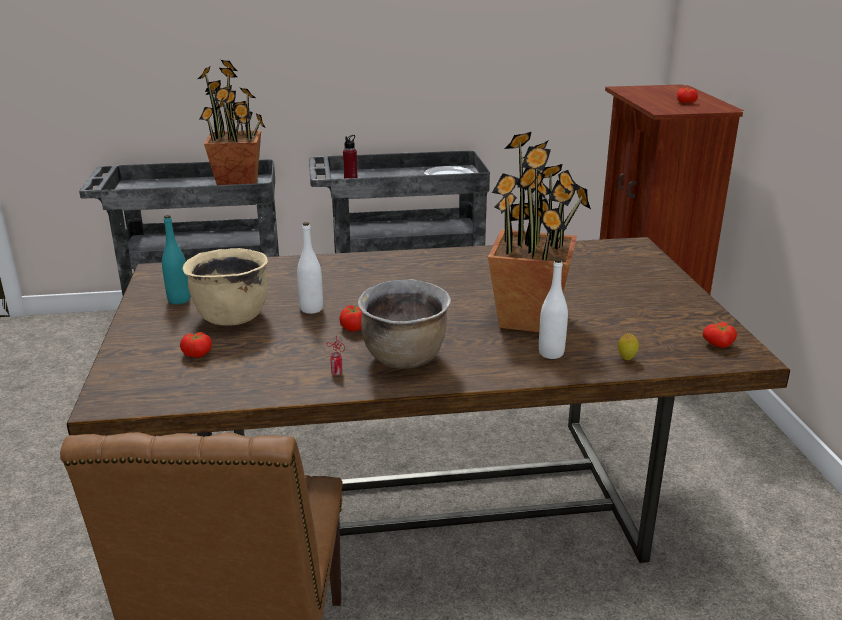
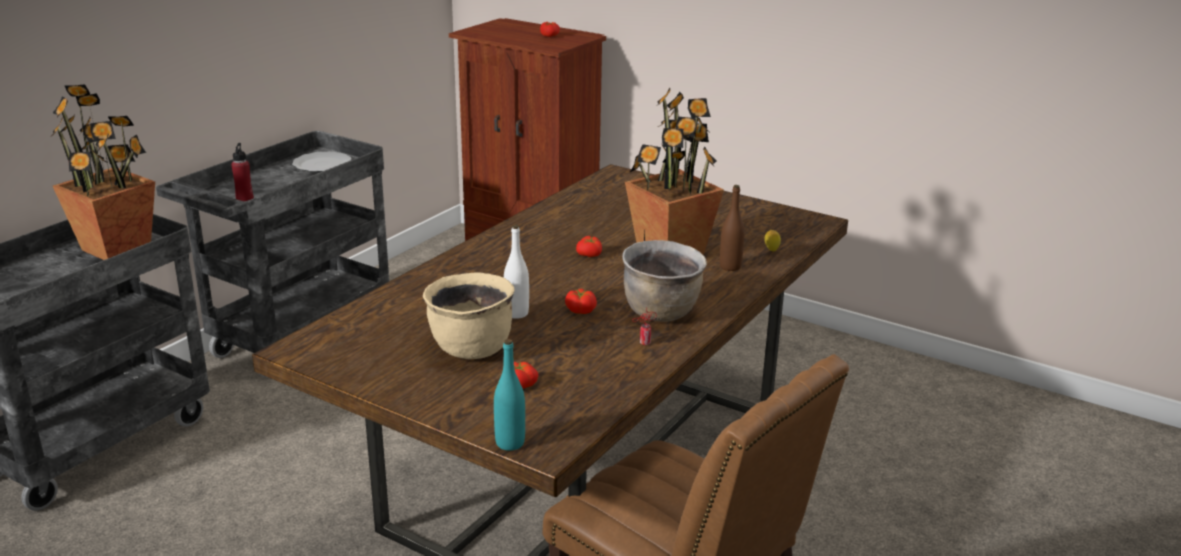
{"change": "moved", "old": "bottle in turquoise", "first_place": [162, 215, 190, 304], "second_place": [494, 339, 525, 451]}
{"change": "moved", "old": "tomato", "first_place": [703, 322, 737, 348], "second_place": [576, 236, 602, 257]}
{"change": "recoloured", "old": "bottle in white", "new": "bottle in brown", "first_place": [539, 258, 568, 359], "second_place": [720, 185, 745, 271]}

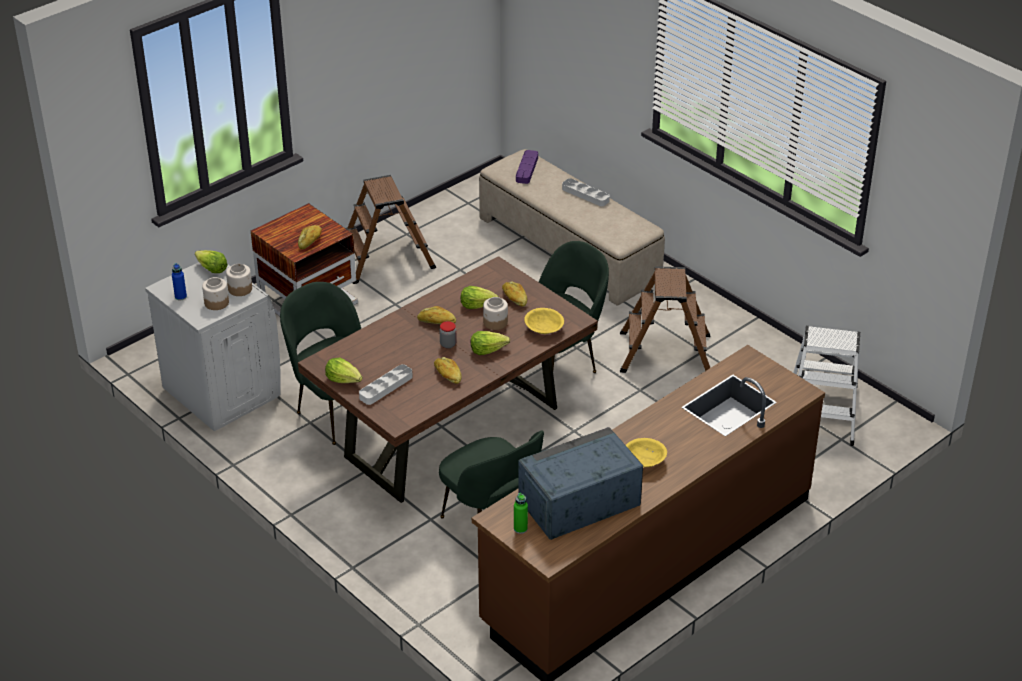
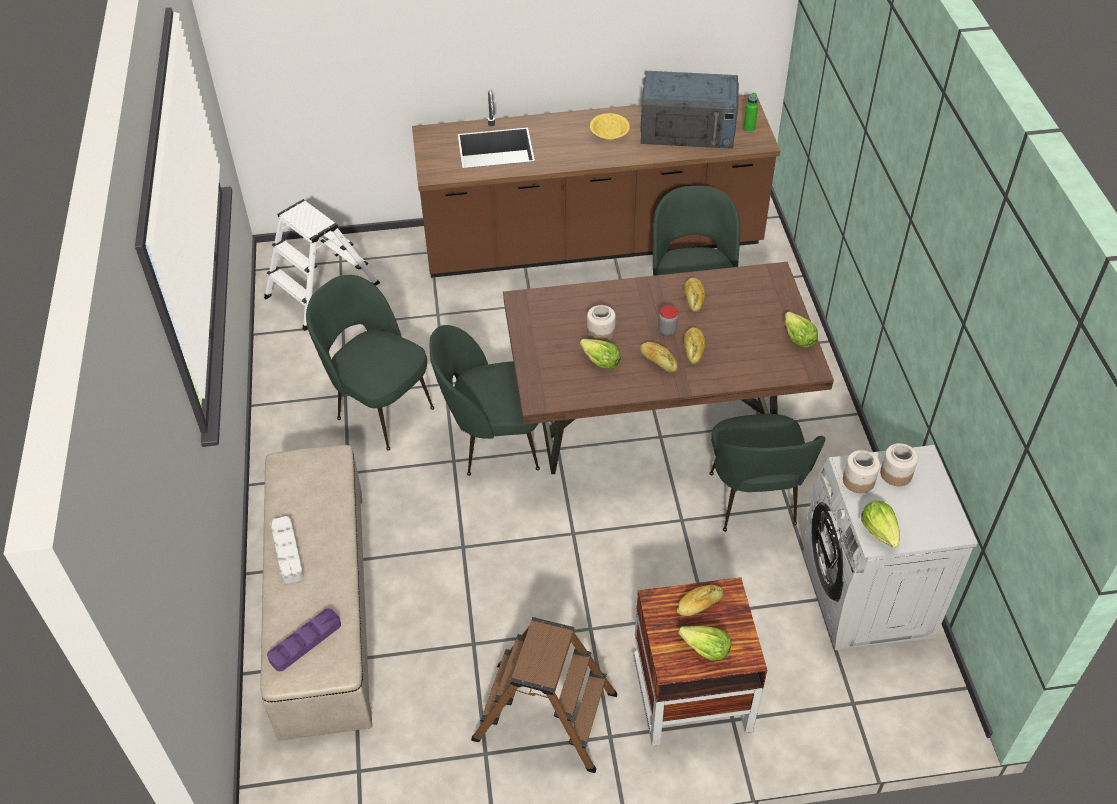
{"change": "replaced", "old": "step ladder in brown", "new": "chair in green", "first_place": [620, 266, 711, 373], "second_place": [306, 275, 434, 451]}
{"change": "moved", "old": "lettuce", "first_place": [471, 331, 510, 355], "second_place": [678, 626, 731, 661]}
{"change": "moved", "old": "bread", "first_place": [502, 281, 527, 307], "second_place": [684, 327, 705, 364]}
{"change": "removed", "old": "bottle in blue", "first_place": [172, 263, 187, 300]}
{"change": "removed", "old": "tray in grey", "first_place": [359, 364, 413, 405]}
{"change": "removed", "old": "bowl in yellow", "first_place": [524, 308, 564, 334]}

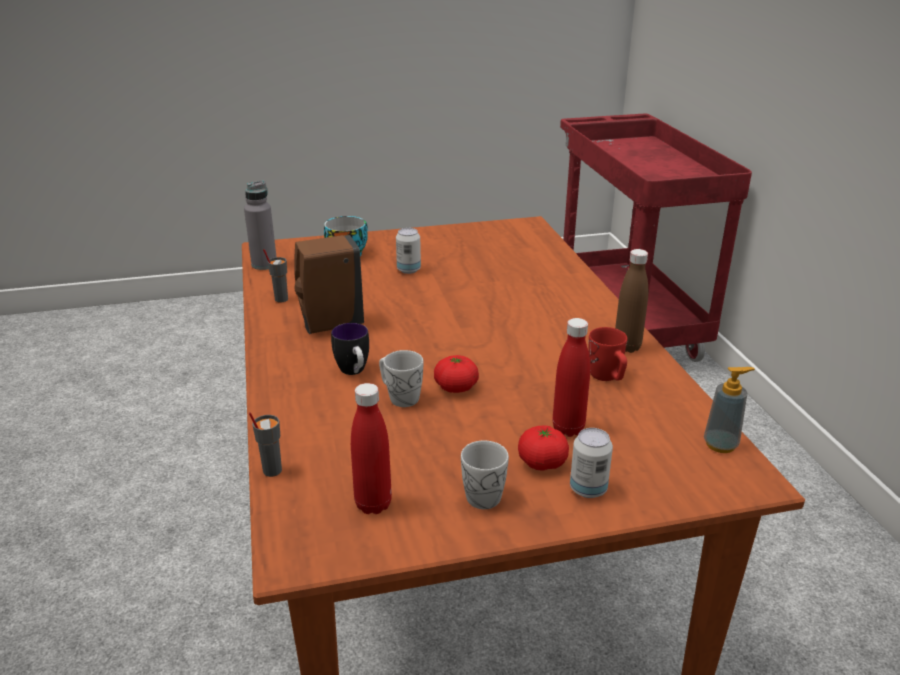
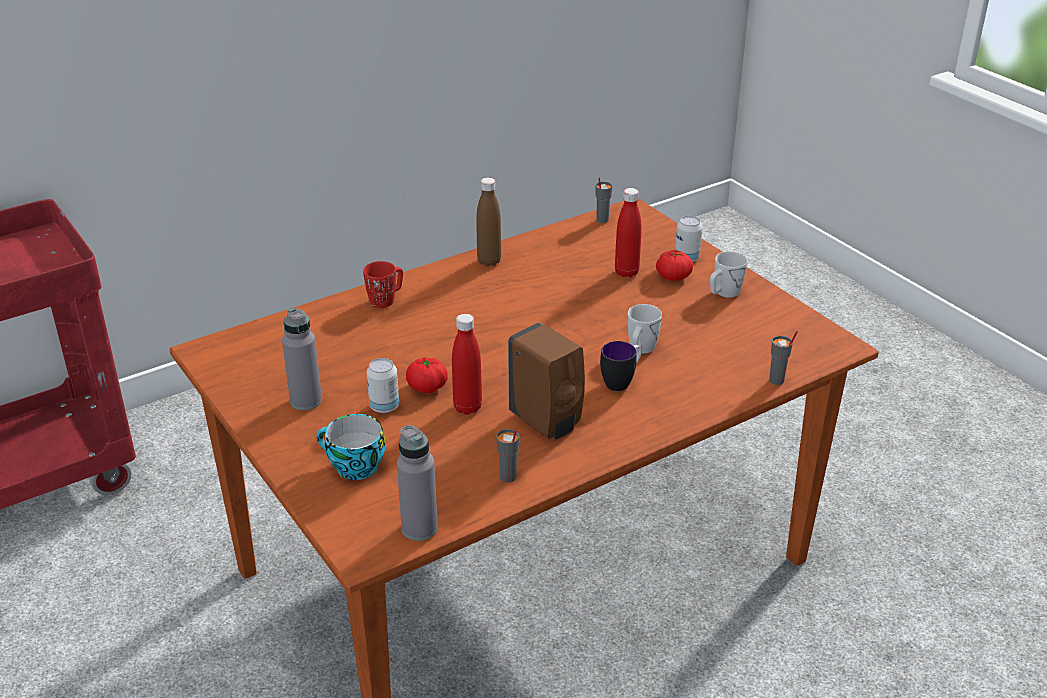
{"change": "added", "new": "bottle in grey", "second_place": [282, 308, 322, 410]}
{"change": "moved", "old": "mug in red", "first_place": [588, 327, 627, 381], "second_place": [363, 261, 403, 308]}
{"change": "moved", "old": "tomato", "first_place": [434, 355, 479, 393], "second_place": [406, 357, 448, 393]}
{"change": "moved", "old": "bottle in red", "first_place": [351, 383, 392, 514], "second_place": [452, 314, 482, 415]}
{"change": "replaced", "old": "soap dispenser", "new": "cup in grey", "first_place": [704, 367, 755, 453], "second_place": [596, 178, 612, 223]}

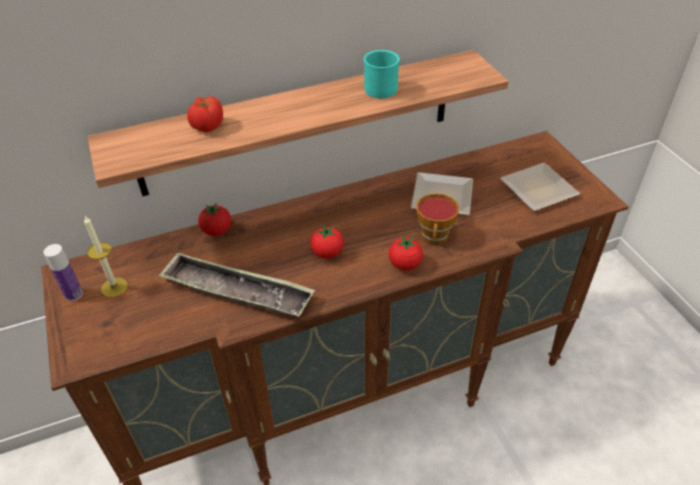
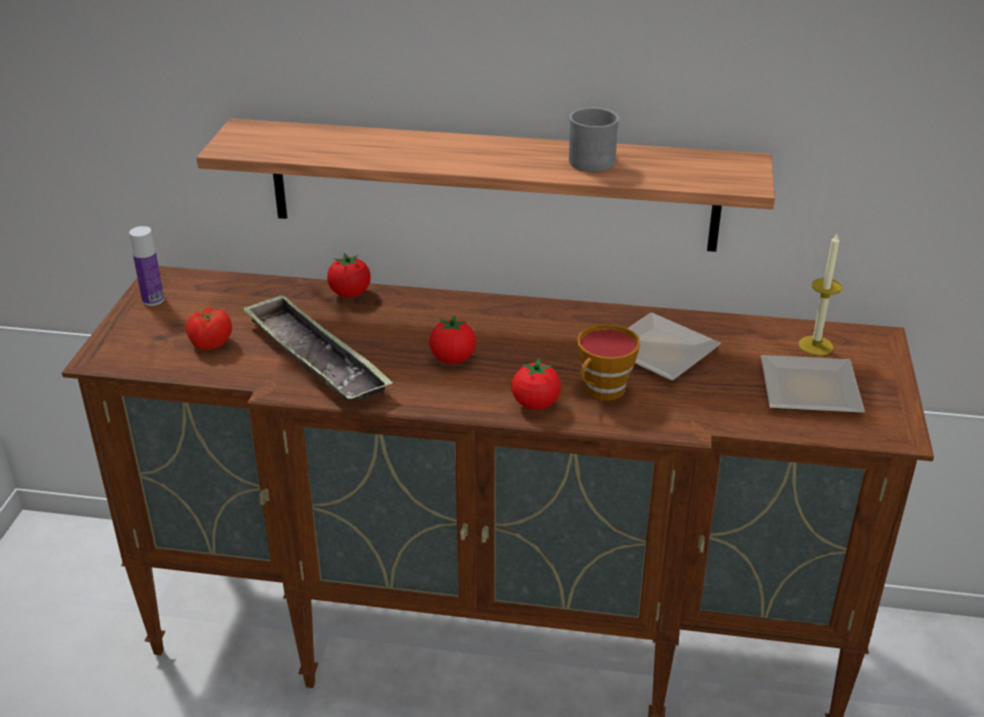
{"change": "moved", "old": "tomato", "first_place": [187, 96, 223, 132], "second_place": [186, 306, 232, 350]}
{"change": "recoloured", "old": "mug in turquoise", "new": "mug in grey", "first_place": [364, 50, 400, 98], "second_place": [569, 107, 619, 172]}
{"change": "moved", "old": "candle", "first_place": [84, 216, 128, 297], "second_place": [798, 234, 843, 356]}

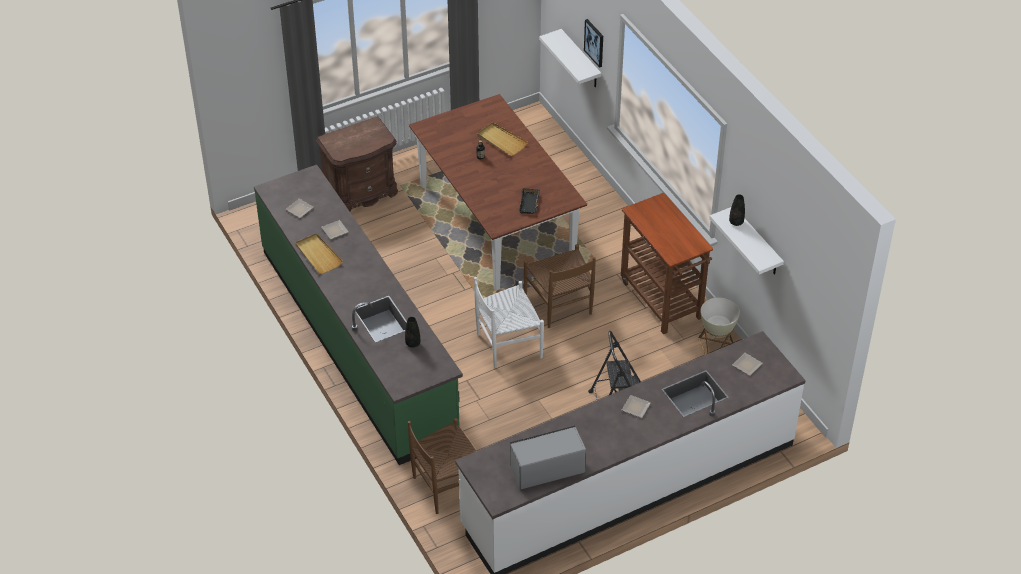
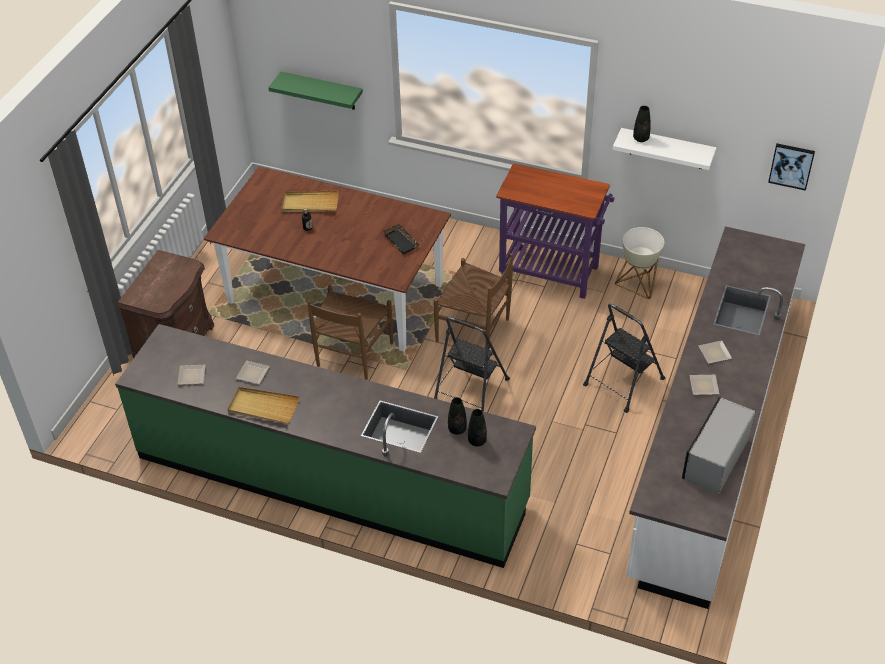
{"change": "recoloured", "old": "shelf in white", "new": "shelf in green", "first_place": [539, 29, 602, 87], "second_place": [268, 72, 363, 110]}
{"change": "moved", "old": "chair in brown", "first_place": [408, 418, 476, 514], "second_place": [307, 285, 393, 380]}
{"change": "replaced", "old": "chair in white", "new": "step ladder in black", "first_place": [474, 277, 544, 368], "second_place": [434, 317, 510, 412]}
{"change": "added", "new": "vase in black", "second_place": [468, 409, 487, 446]}
{"change": "recoloured", "old": "cart in brown", "new": "cart in purple", "first_place": [621, 193, 713, 334], "second_place": [496, 163, 614, 299]}
{"change": "moved", "old": "plate", "first_place": [733, 353, 763, 376], "second_place": [689, 375, 719, 395]}
{"change": "moved", "old": "picture", "first_place": [584, 19, 603, 68], "second_place": [768, 143, 815, 191]}

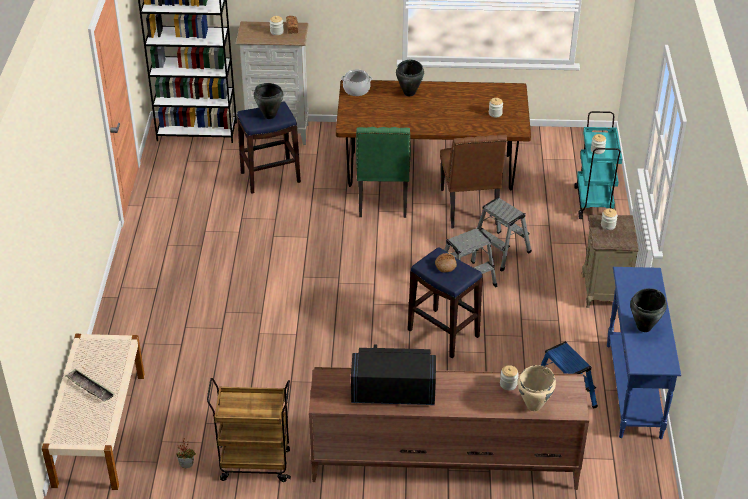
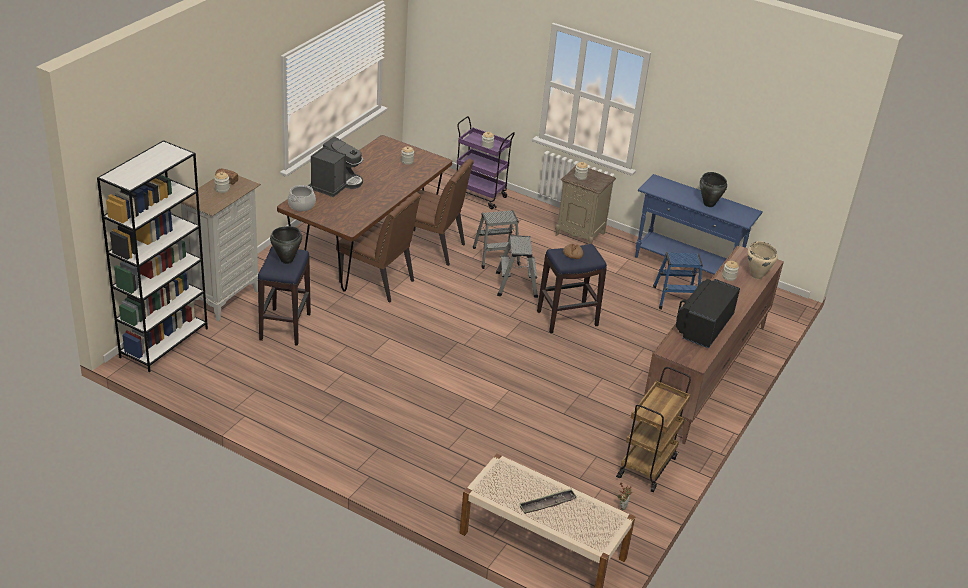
{"change": "replaced", "old": "cooking pot in black", "new": "coffee machine", "first_place": [396, 60, 424, 96], "second_place": [308, 136, 363, 197]}
{"change": "recoloured", "old": "chair in green", "new": "chair in brown", "first_place": [356, 127, 411, 218], "second_place": [336, 192, 421, 302]}
{"change": "recoloured", "old": "cart in turquoise", "new": "cart in purple", "first_place": [574, 111, 622, 219], "second_place": [457, 116, 515, 209]}

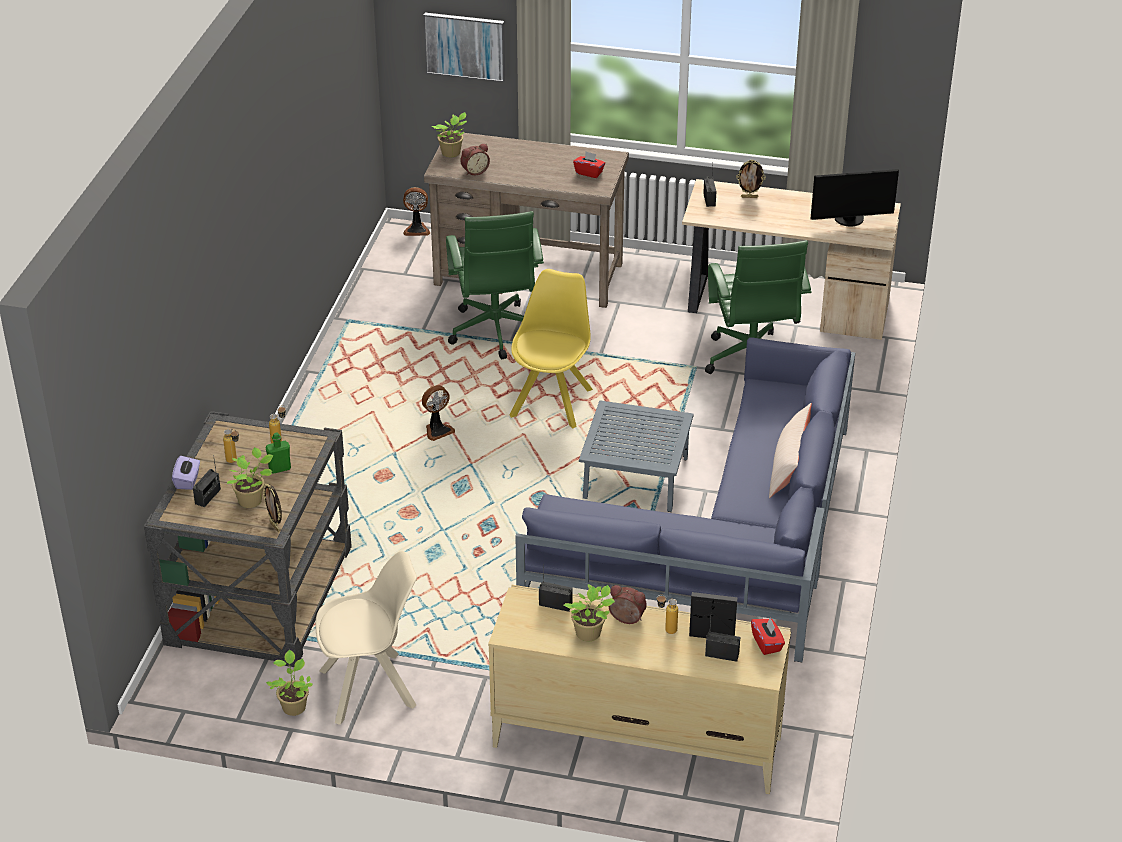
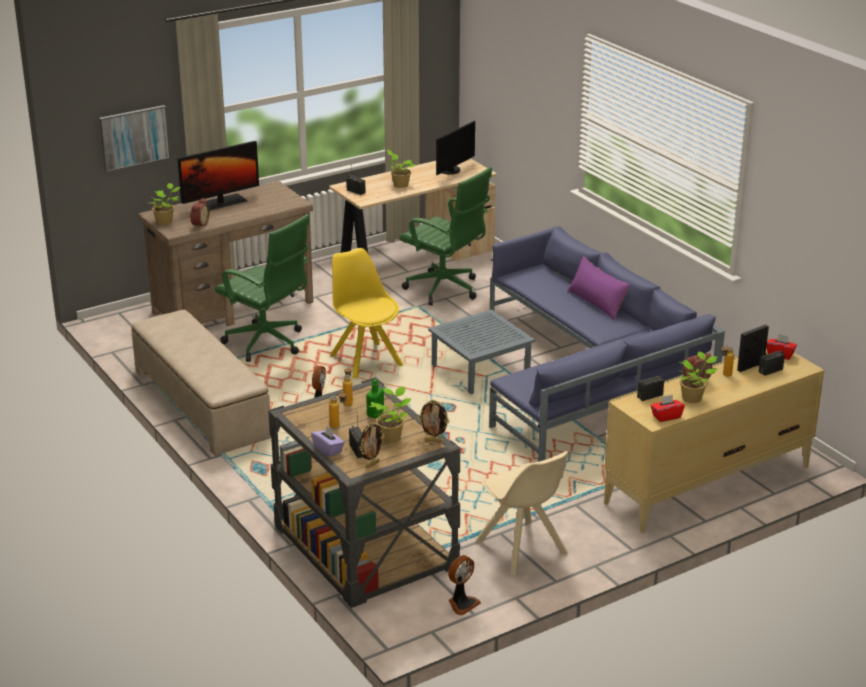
{"change": "added", "new": "bench in beige", "second_place": [131, 310, 271, 456]}
{"change": "added", "new": "monitor", "second_place": [177, 141, 259, 210]}
{"change": "moved", "old": "picture frame", "first_place": [736, 160, 766, 198], "second_place": [360, 422, 385, 468]}
{"change": "moved", "old": "potted plant", "first_place": [266, 650, 313, 716], "second_place": [387, 150, 415, 188]}
{"change": "moved", "old": "fan", "first_place": [403, 187, 430, 236], "second_place": [448, 555, 481, 615]}
{"change": "turned", "old": "chair in beige", "first_place": [315, 551, 417, 725], "second_place": [475, 451, 568, 575], "degrees": 120}
{"change": "recoloured", "old": "pillow in beige", "new": "pillow in purple", "first_place": [769, 403, 812, 498], "second_place": [567, 256, 631, 320]}
{"change": "moved", "old": "tissue box in red", "first_place": [573, 152, 605, 178], "second_place": [651, 395, 685, 422]}

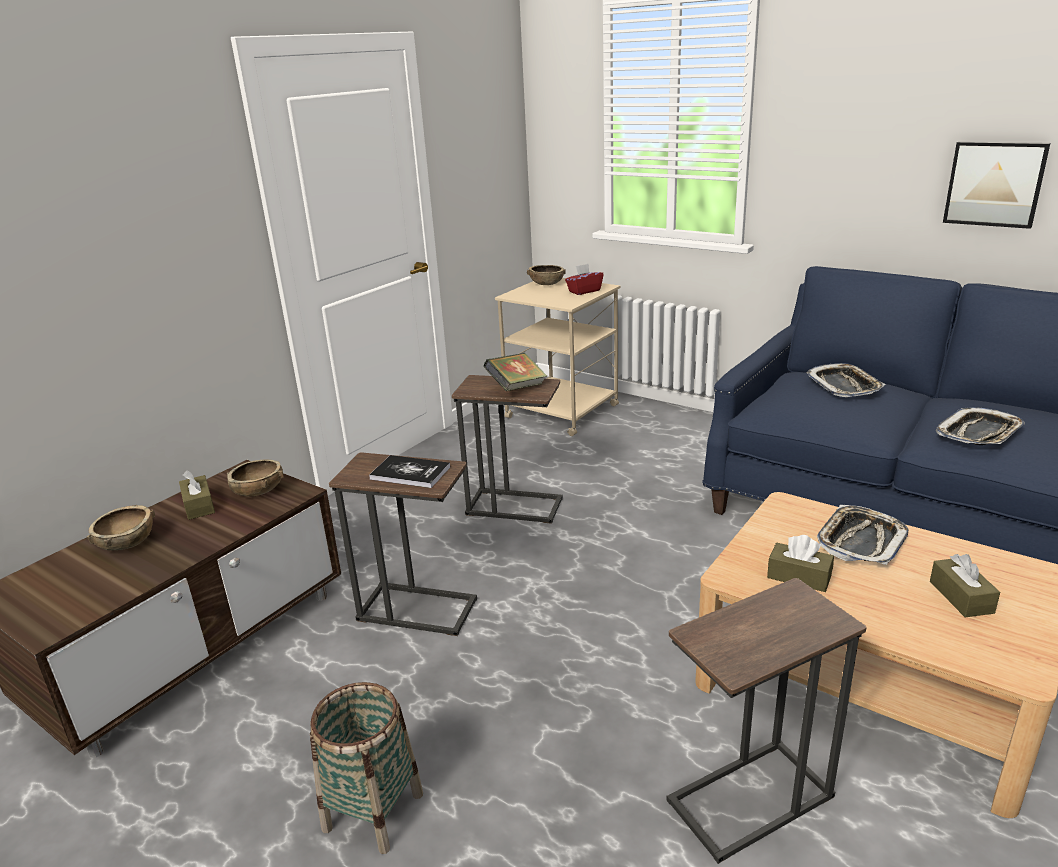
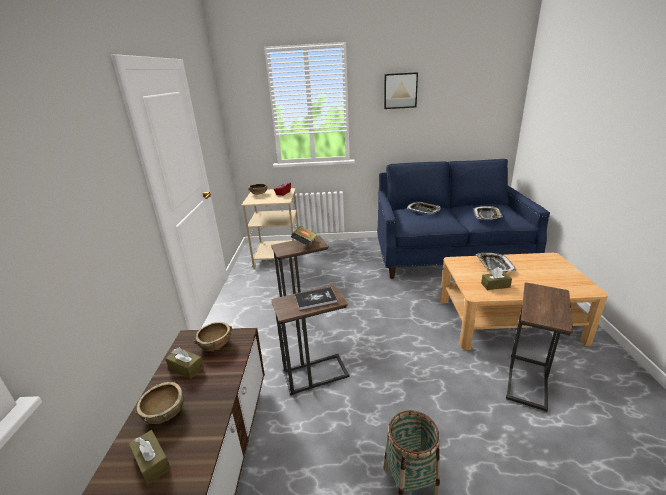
{"change": "moved", "old": "tissue box in brown", "first_place": [930, 554, 1000, 617], "second_place": [129, 430, 171, 485]}
{"change": "moved", "old": "picture", "first_place": [943, 141, 1050, 229], "second_place": [384, 72, 418, 109]}

